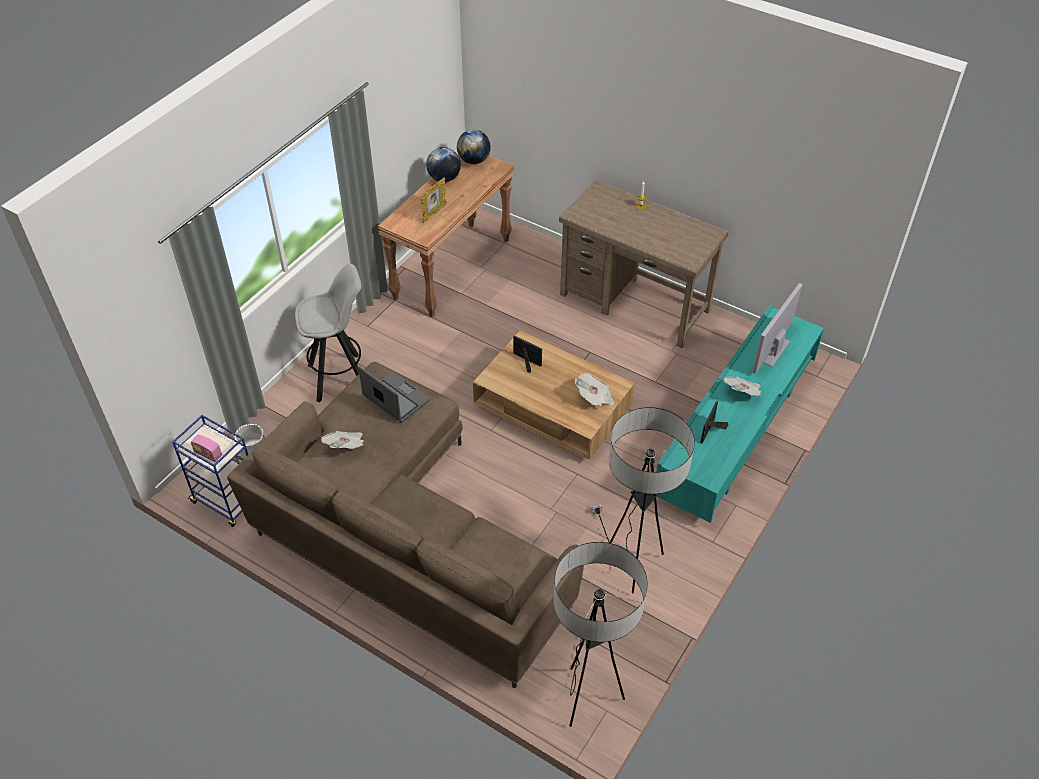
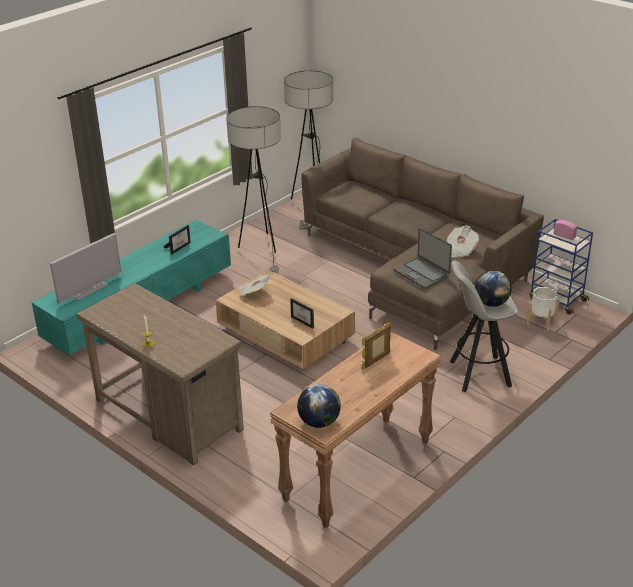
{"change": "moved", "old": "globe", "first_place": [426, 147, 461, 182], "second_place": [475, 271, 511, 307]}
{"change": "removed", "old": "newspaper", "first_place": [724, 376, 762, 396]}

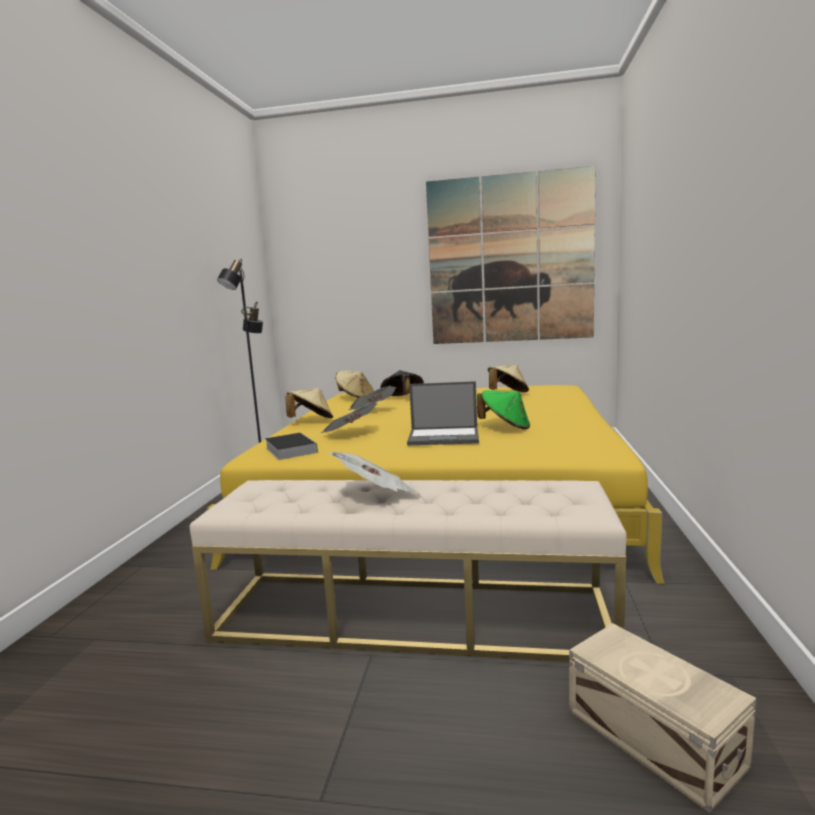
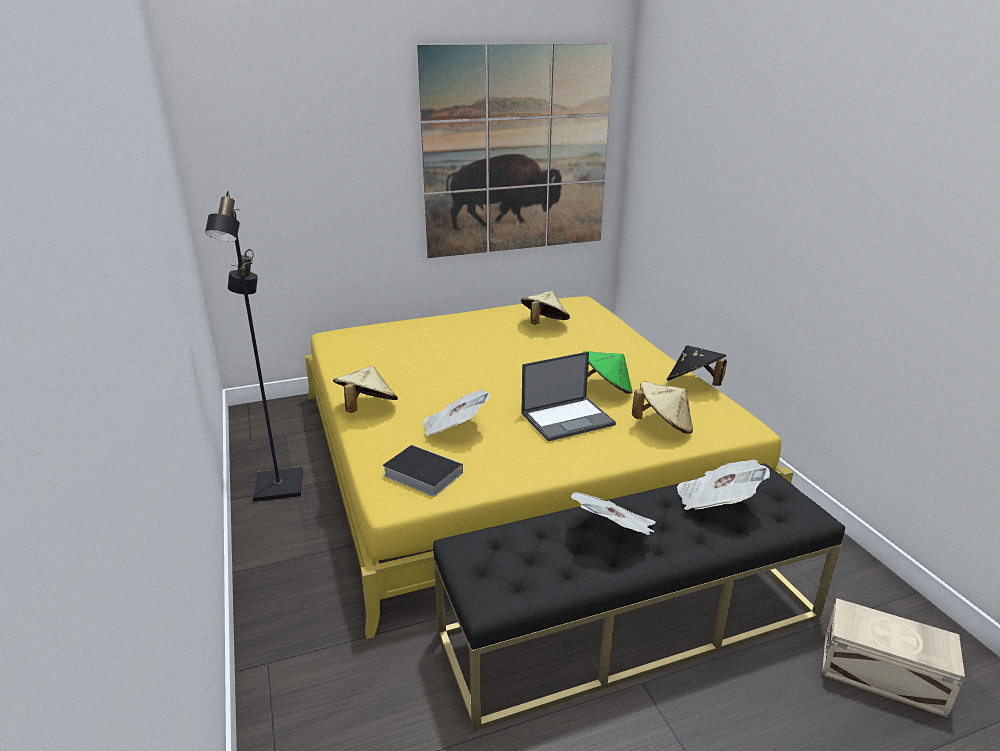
{"change": "recoloured", "old": "bench in beige", "new": "bench in black", "first_place": [190, 480, 627, 662], "second_place": [433, 463, 845, 731]}
{"change": "moved", "old": "hat in beige", "first_place": [335, 371, 374, 398], "second_place": [632, 382, 693, 434]}
{"change": "moved", "old": "hat in black", "first_place": [380, 370, 424, 396], "second_place": [667, 345, 727, 386]}
{"change": "moved", "old": "newspaper", "first_place": [349, 386, 396, 410], "second_place": [677, 460, 770, 510]}

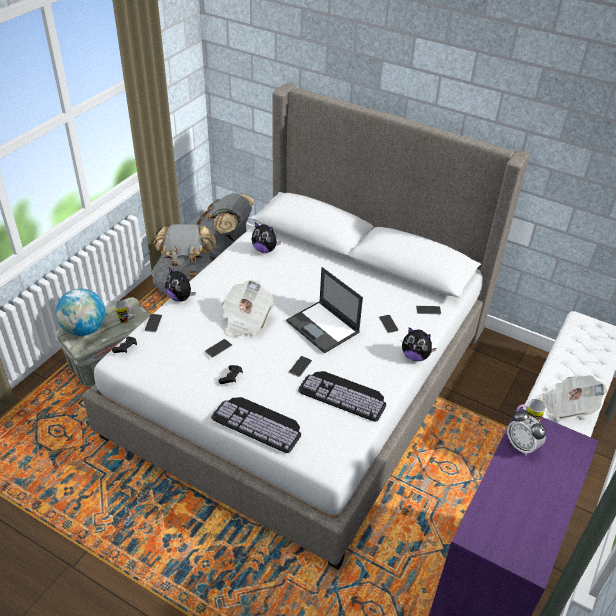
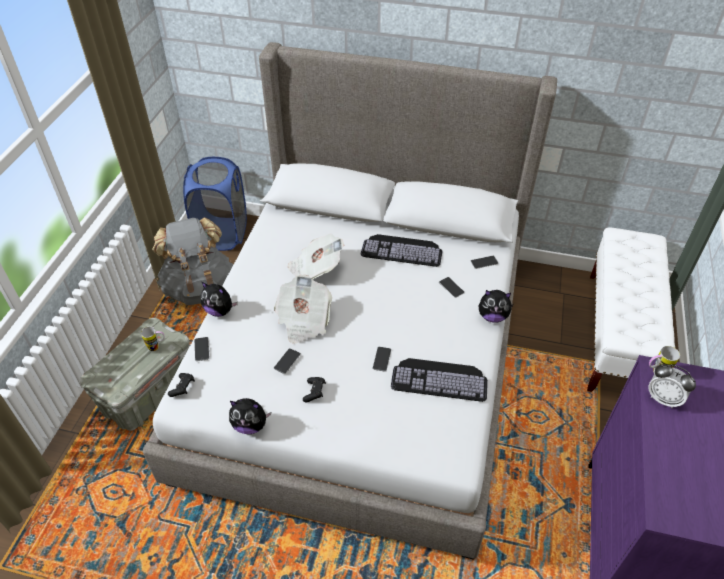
{"change": "replaced", "old": "backpack in grey", "new": "laundry basket in blue", "first_place": [196, 193, 255, 258], "second_place": [183, 157, 247, 251]}
{"change": "moved", "old": "plush toy", "first_place": [251, 222, 281, 253], "second_place": [229, 398, 271, 434]}
{"change": "moved", "old": "newspaper", "first_place": [539, 375, 607, 419], "second_place": [288, 233, 344, 280]}
{"change": "moved", "old": "keyboard", "first_place": [211, 397, 301, 453], "second_place": [361, 234, 443, 267]}
{"change": "removed", "old": "globe", "first_place": [56, 288, 105, 336]}
{"change": "removed", "old": "laptop", "first_place": [286, 267, 363, 354]}

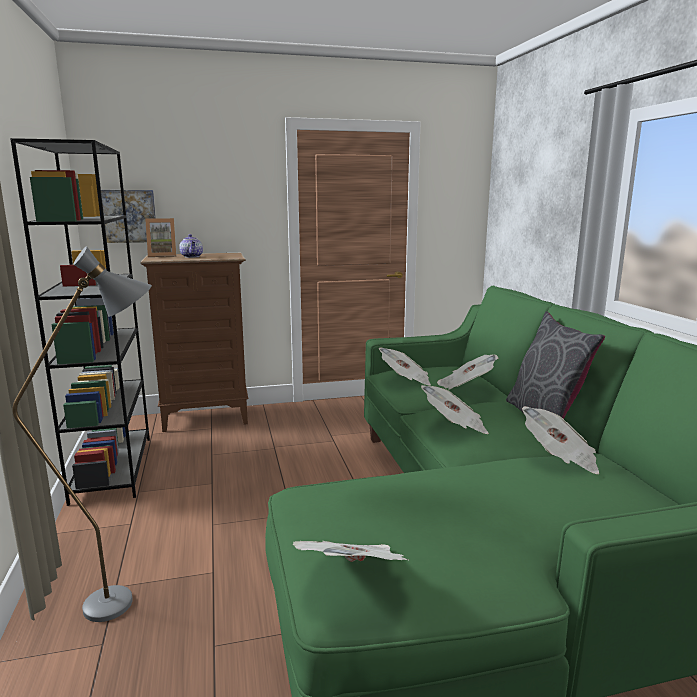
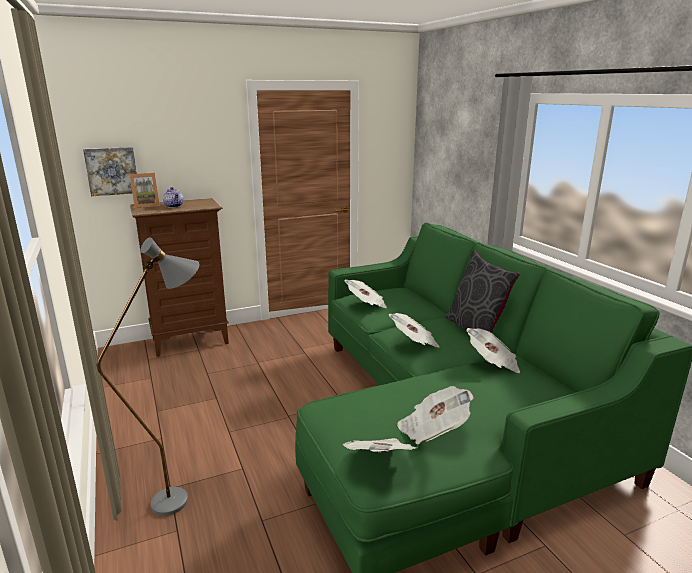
{"change": "moved", "old": "newspaper", "first_place": [437, 355, 498, 390], "second_place": [397, 386, 474, 444]}
{"change": "removed", "old": "bookcase in grey", "first_place": [10, 138, 150, 506]}

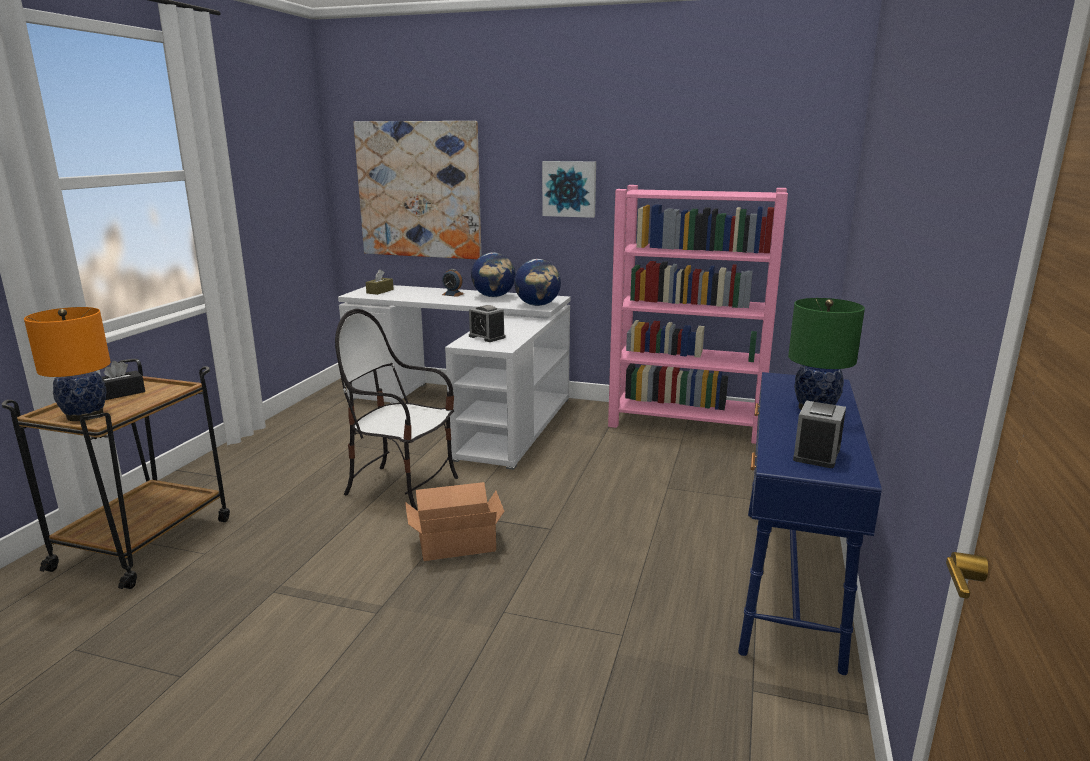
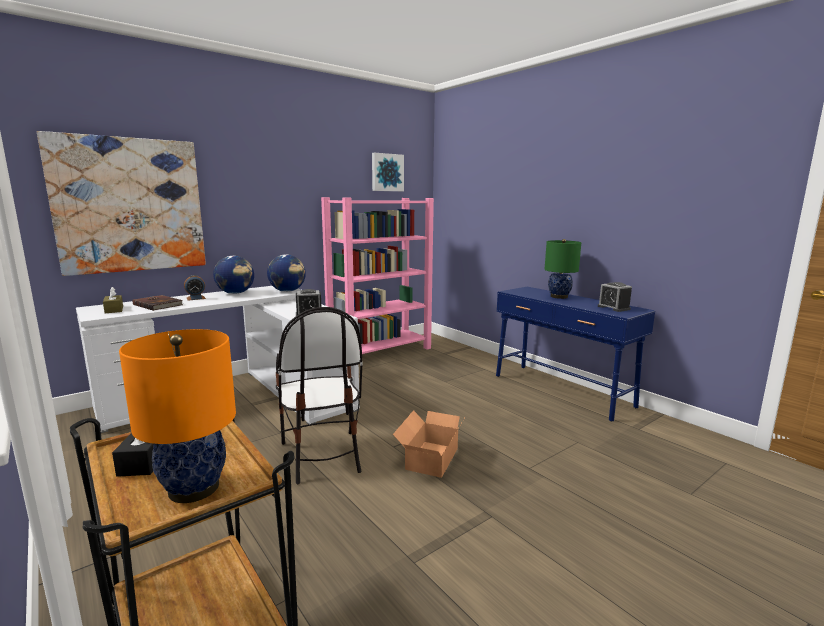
{"change": "added", "new": "book in brown", "second_place": [132, 295, 183, 311]}
{"change": "turned", "old": "chair", "first_place": [335, 309, 458, 511], "second_place": [276, 307, 362, 484], "degrees": -75}
{"change": "moved", "old": "picture", "first_place": [542, 161, 596, 218], "second_place": [372, 153, 404, 191]}

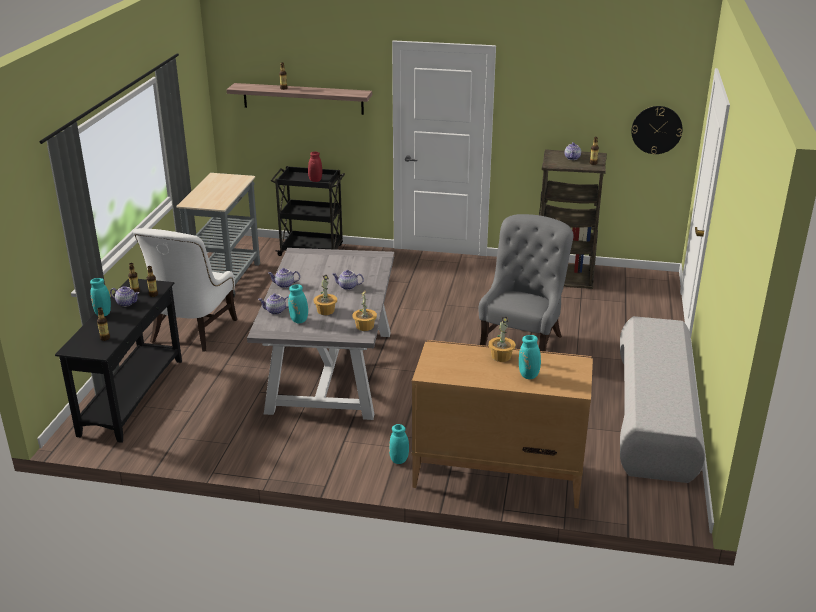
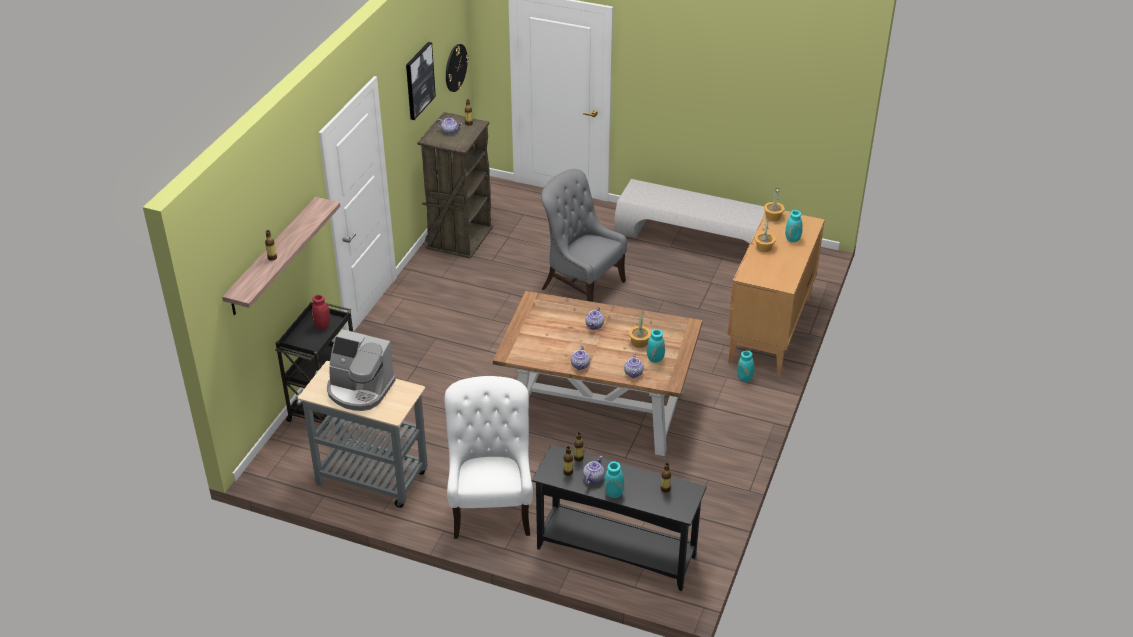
{"change": "added", "new": "coffee machine", "second_place": [327, 329, 396, 411]}
{"change": "added", "new": "picture", "second_place": [406, 42, 436, 120]}
{"change": "turned", "old": "chair in white", "first_place": [133, 228, 237, 352], "second_place": [444, 376, 533, 539], "degrees": -120}
{"change": "recoloured", "old": "dining table in grey", "new": "dining table in brown", "first_place": [247, 248, 394, 420], "second_place": [493, 291, 702, 456]}
{"change": "moved", "old": "potted plant", "first_place": [353, 290, 377, 331], "second_place": [764, 188, 785, 221]}

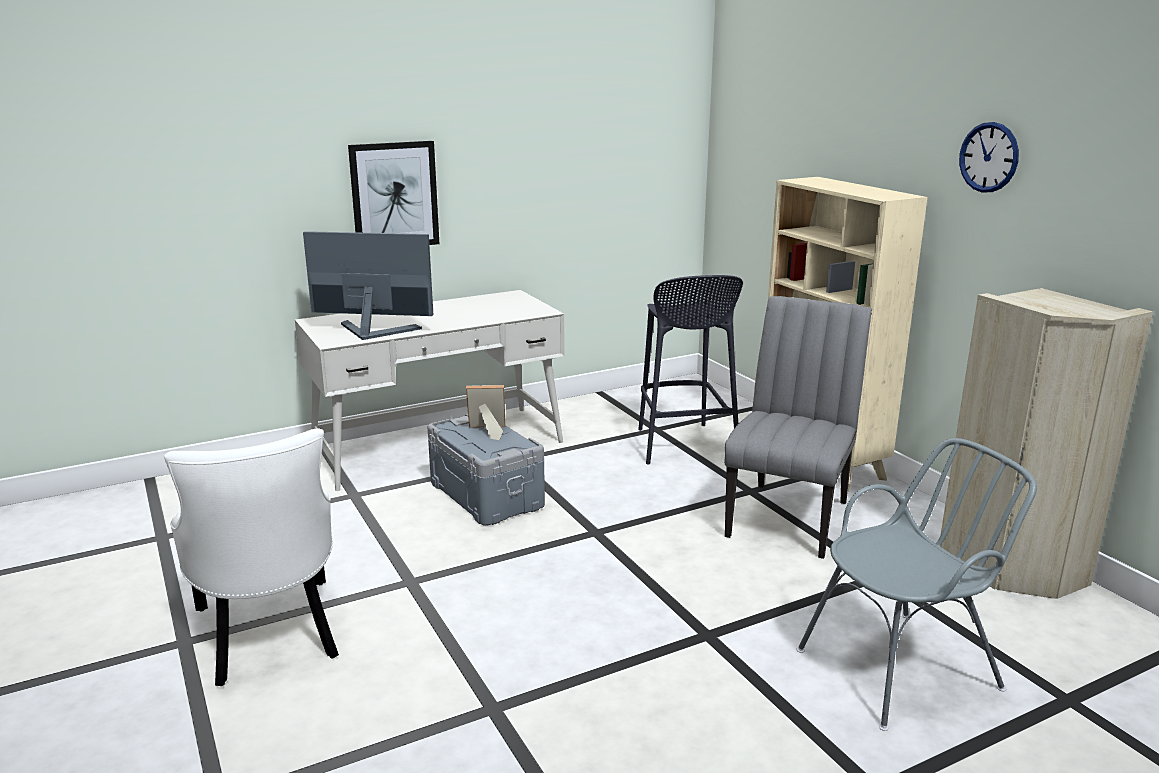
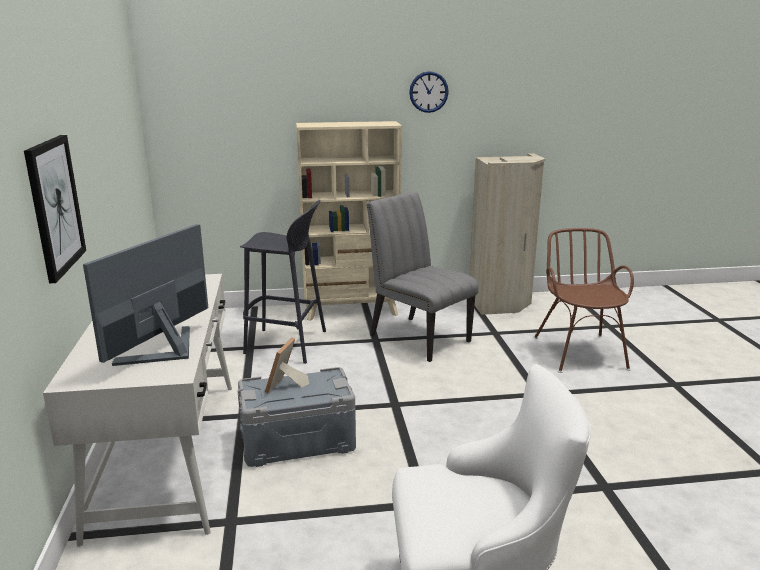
{"change": "recoloured", "old": "chair in grey", "new": "chair in brown", "first_place": [797, 438, 1037, 731], "second_place": [534, 228, 634, 373]}

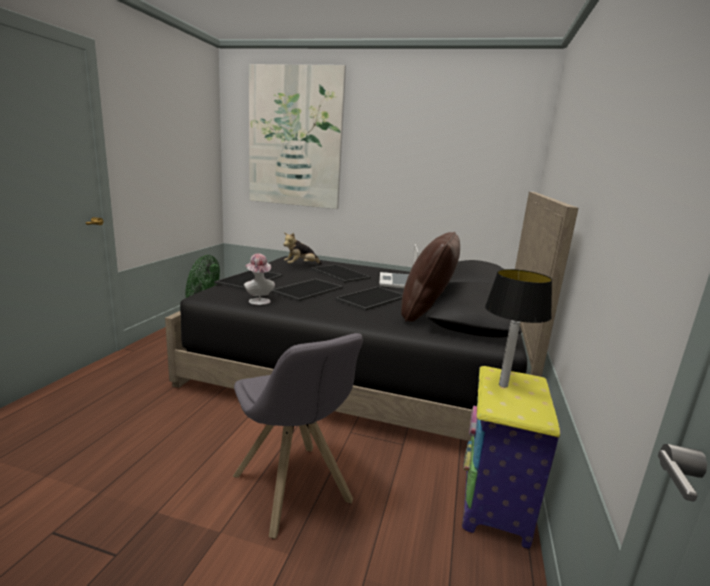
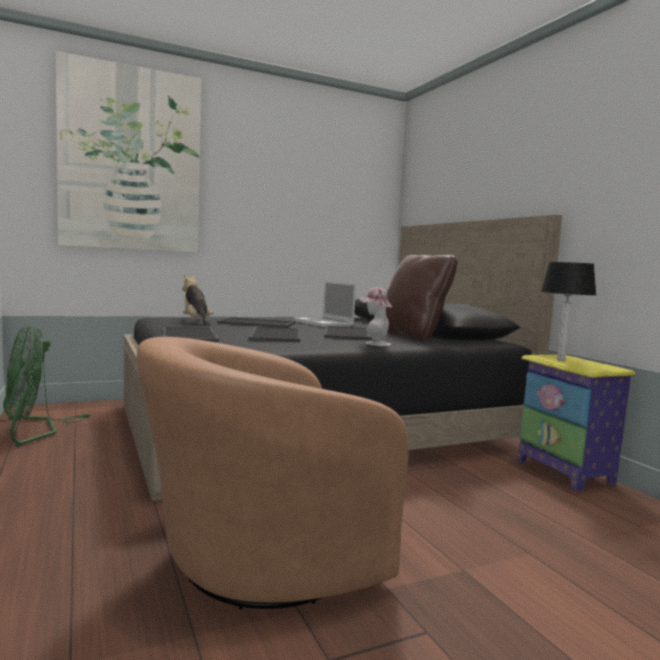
{"change": "added", "new": "armchair in brown", "second_place": [137, 337, 409, 609]}
{"change": "turned", "old": "plush toy", "first_place": [283, 233, 322, 264], "second_place": [182, 275, 214, 326], "degrees": 135}
{"change": "moved", "old": "hat", "first_place": [244, 254, 275, 305], "second_place": [360, 287, 392, 346]}
{"change": "removed", "old": "chair in grey", "first_place": [233, 333, 363, 539]}

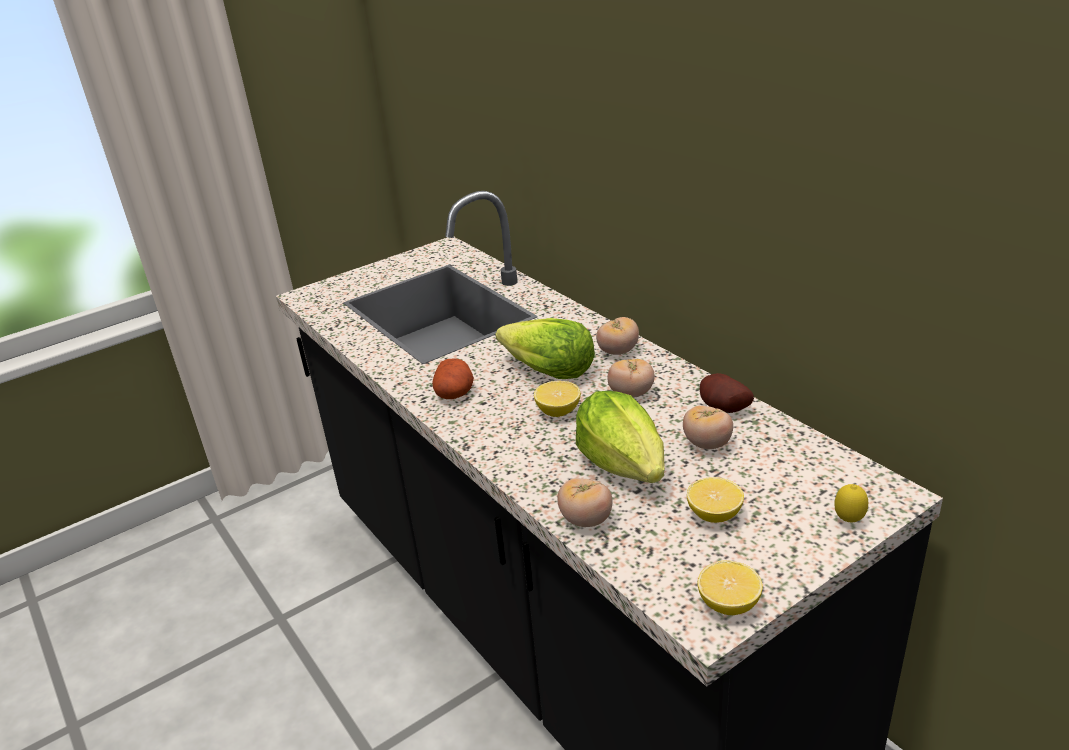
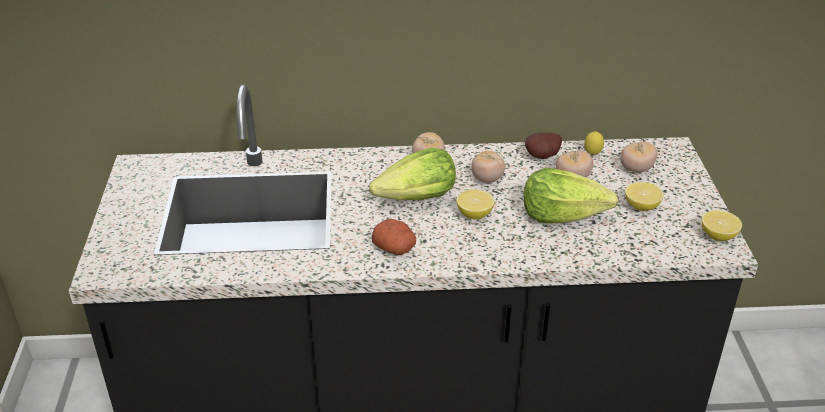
{"change": "moved", "old": "lemon", "first_place": [834, 484, 868, 522], "second_place": [584, 131, 604, 155]}
{"change": "moved", "old": "tomato", "first_place": [558, 478, 612, 527], "second_place": [620, 142, 657, 173]}

